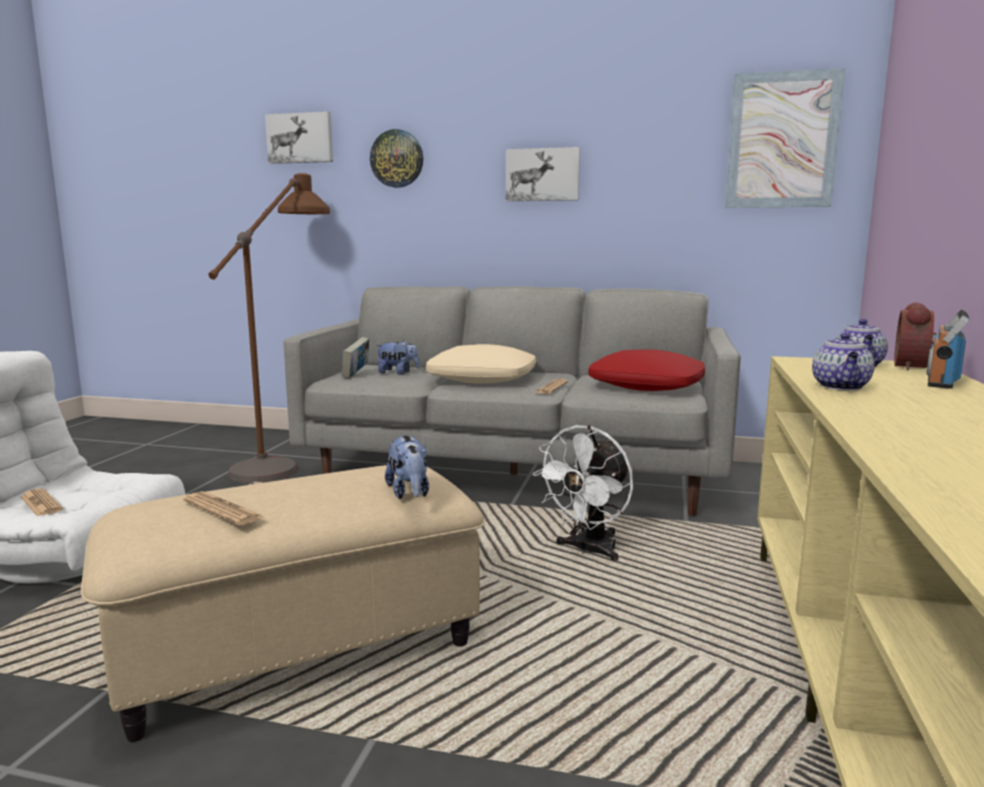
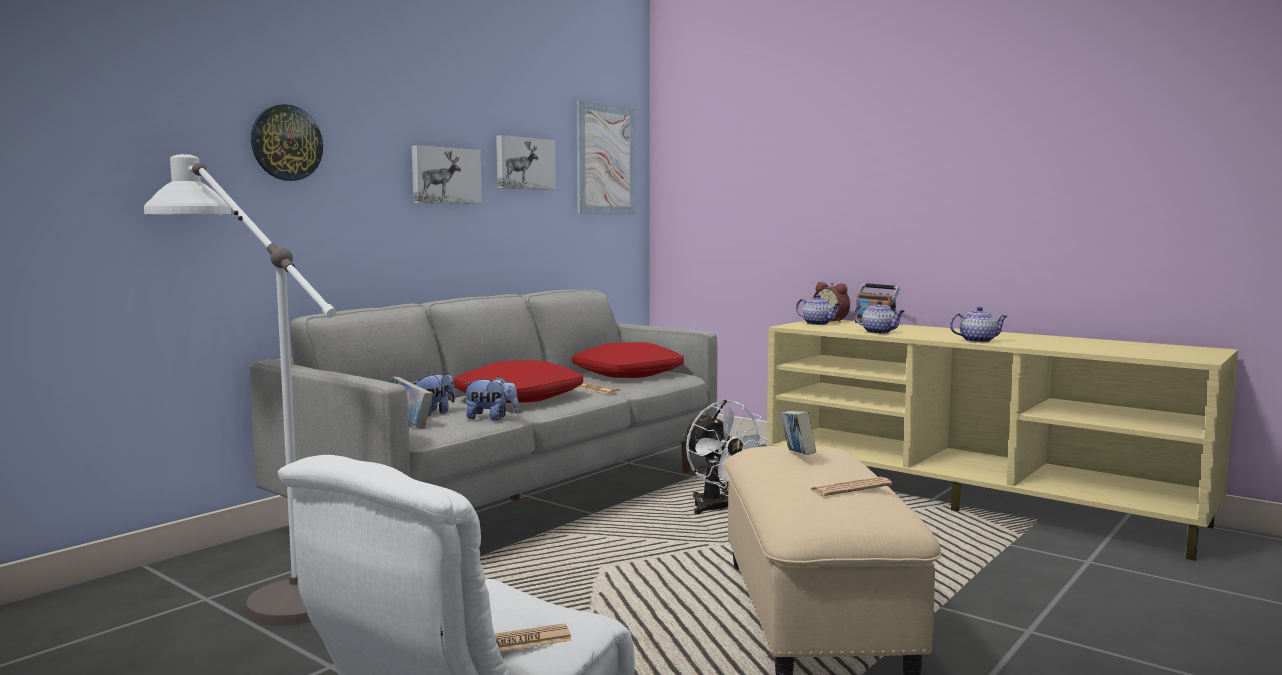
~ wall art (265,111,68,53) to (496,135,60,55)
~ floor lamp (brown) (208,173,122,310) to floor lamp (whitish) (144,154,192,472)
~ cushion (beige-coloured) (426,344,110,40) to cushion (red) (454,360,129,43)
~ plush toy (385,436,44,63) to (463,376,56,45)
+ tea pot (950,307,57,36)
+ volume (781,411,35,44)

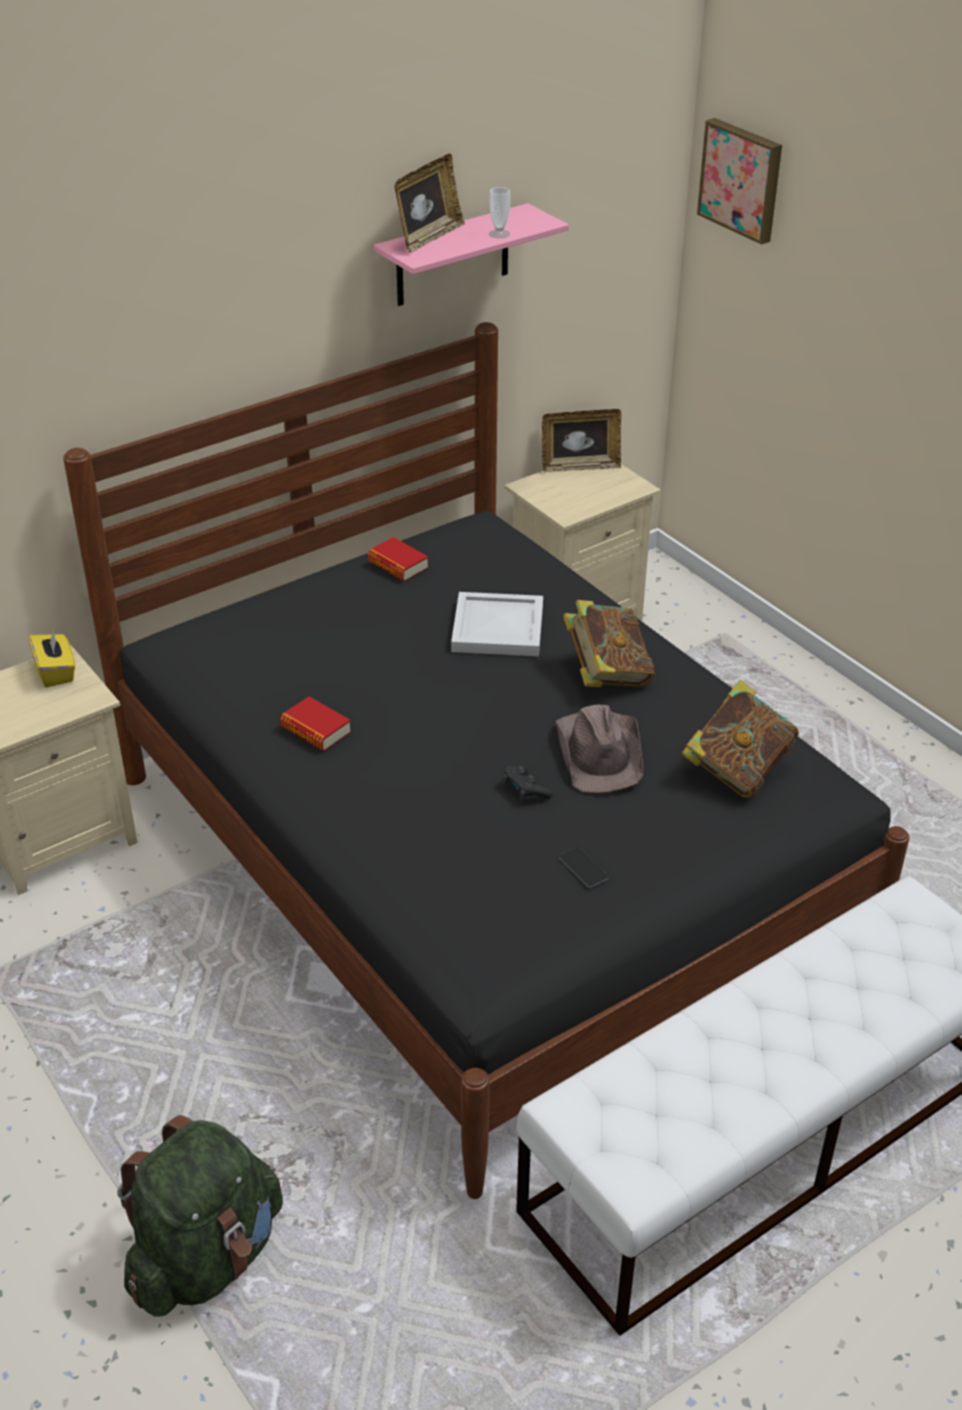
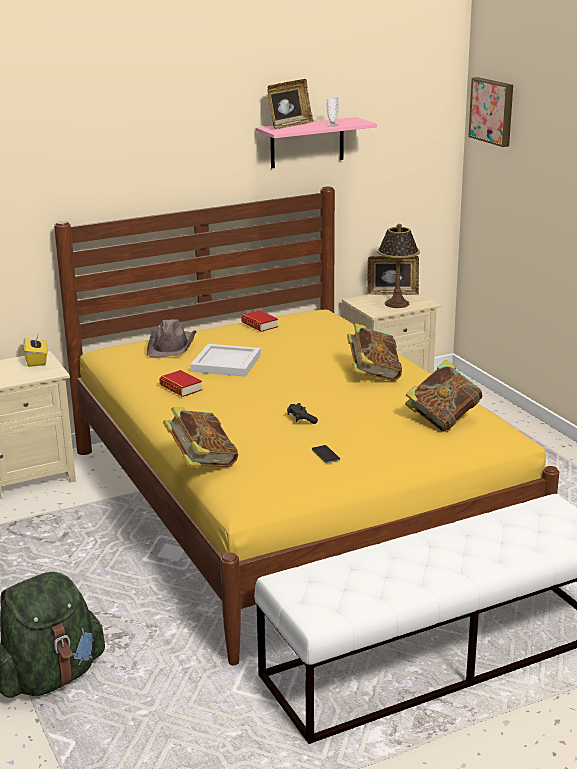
~ bed (black-coloured) (63,322,846,877) to bed (yellow-coloured) (54,186,505,479)
~ carrying tray (whitish) (451,592,92,64) to (190,344,71,33)
~ clothing hat (brown) (556,705,87,88) to (147,319,50,38)
+ lamp for a table (377,224,43,84)
+ volume (163,407,75,61)

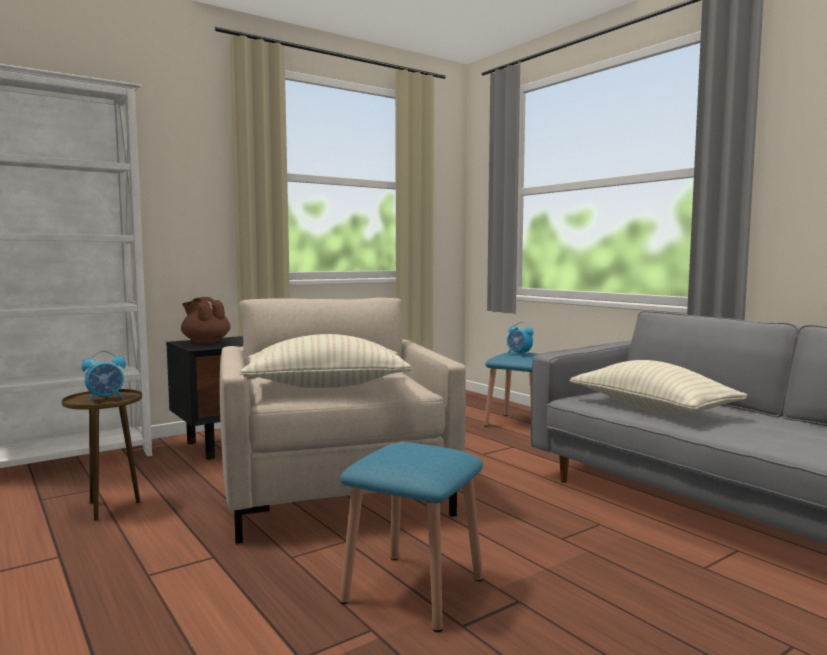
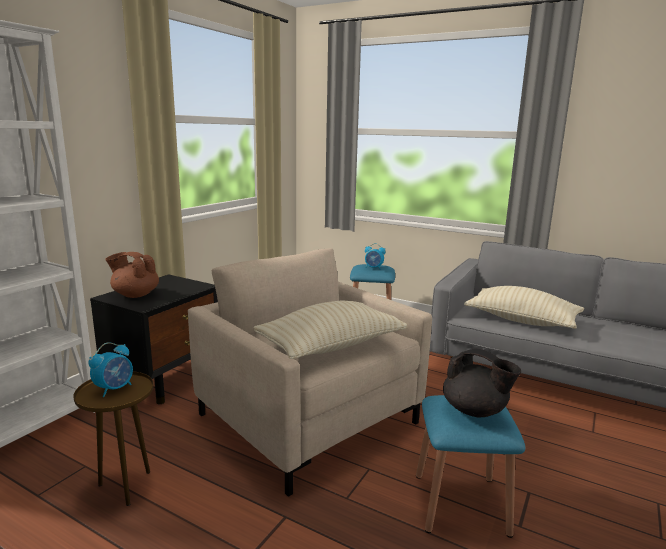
+ tea pot (black-coloured) (443,348,78,69)

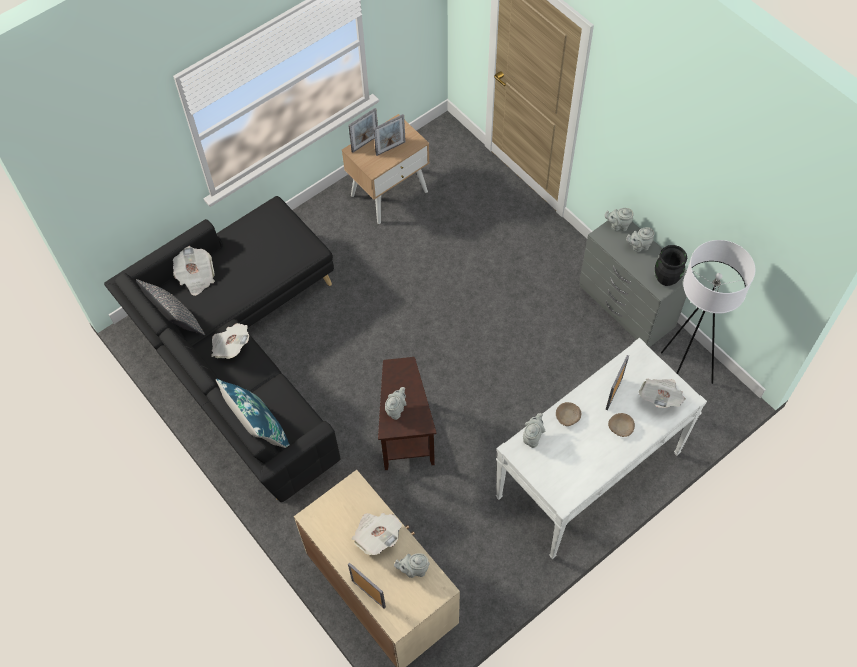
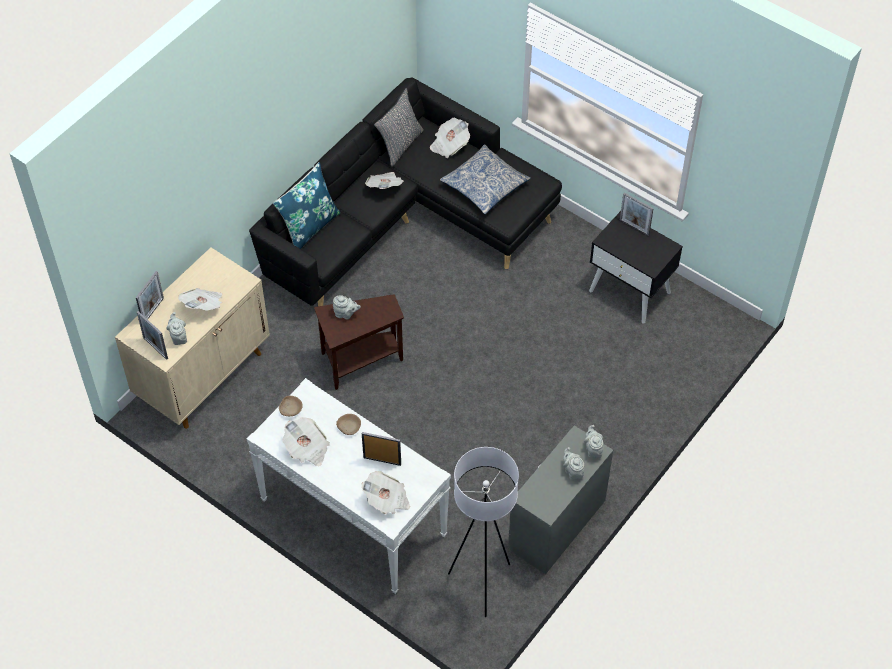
~ night table (beige-coloured) (342,114,88,110) to night table (black-coloured) (589,211,94,113)
~ picture frame (373,114,33,42) to (137,311,31,49)
- flower vase (black-coloured) (655,245,32,41)
- tea pot (greyish) (523,413,22,35)
~ deep dish (beige-coloured) (608,413,27,24) to (279,396,24,20)
+ cushion (440,144,91,70)
+ daily paper (282,417,48,49)

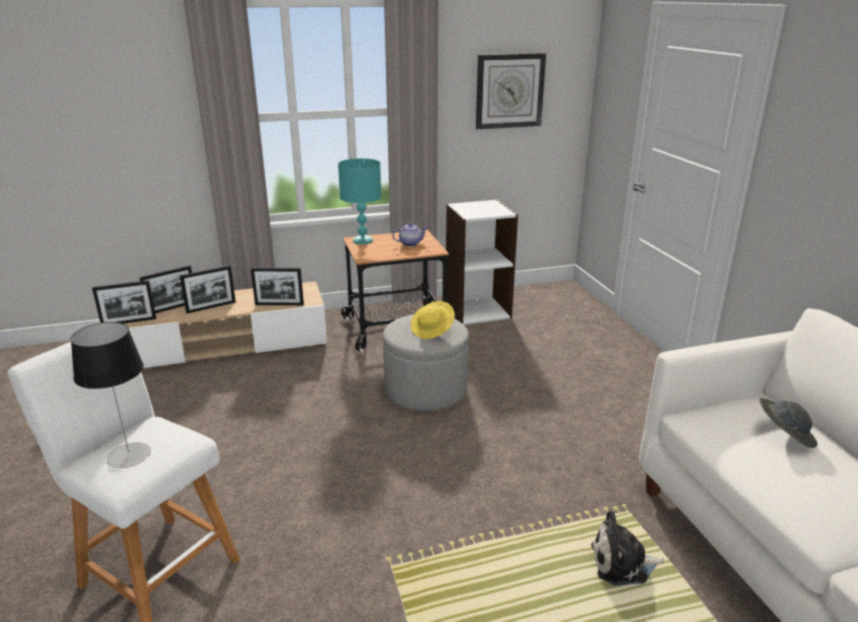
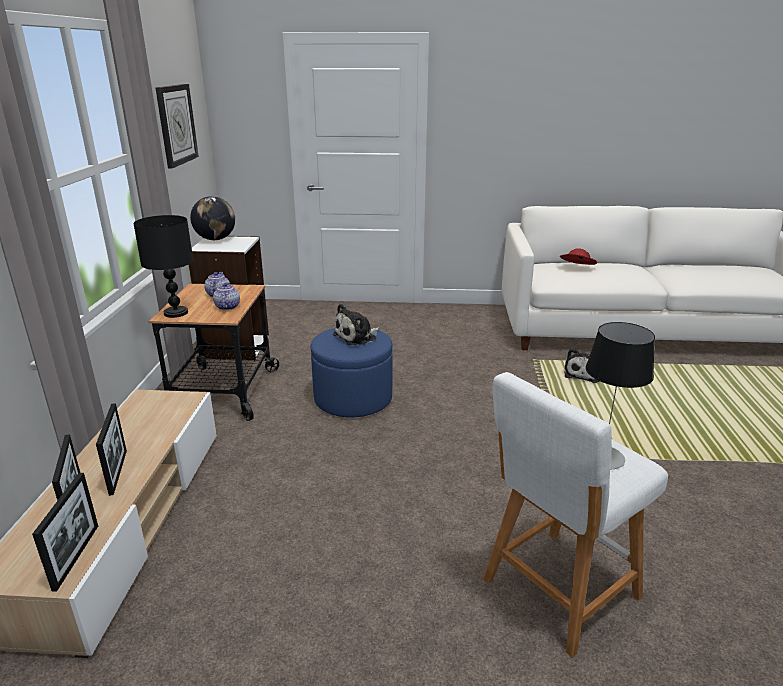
~ lamp for a table (blue-green) (338,158,43,86) to lamp for a table (black-coloured) (133,215,60,103)
- picture frame (251,268,53,37)
~ clothing hat (yellow-coloured) (411,301,44,38) to plush toy (333,304,46,42)
~ pouffe (greyish) (383,315,86,96) to pouffe (blue-coloured) (311,328,81,89)
~ clothing hat (greyish) (759,398,58,50) to clothing hat (red) (560,248,37,17)
+ globe (190,196,45,44)
+ tea pot (213,283,27,27)

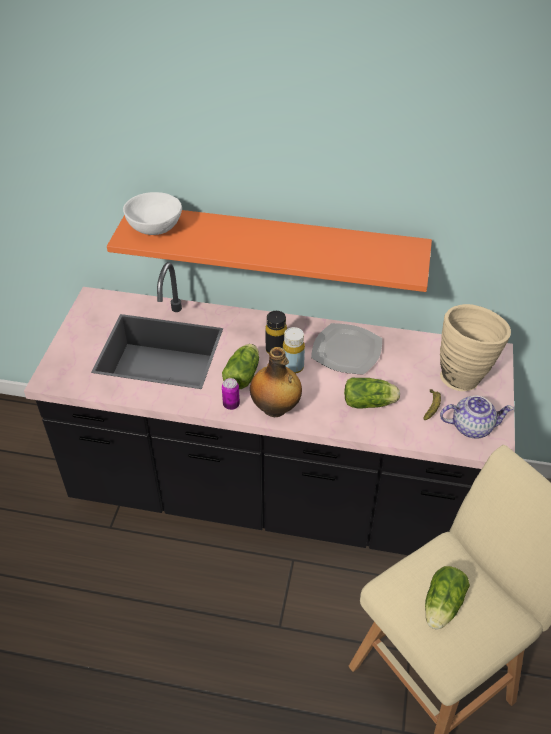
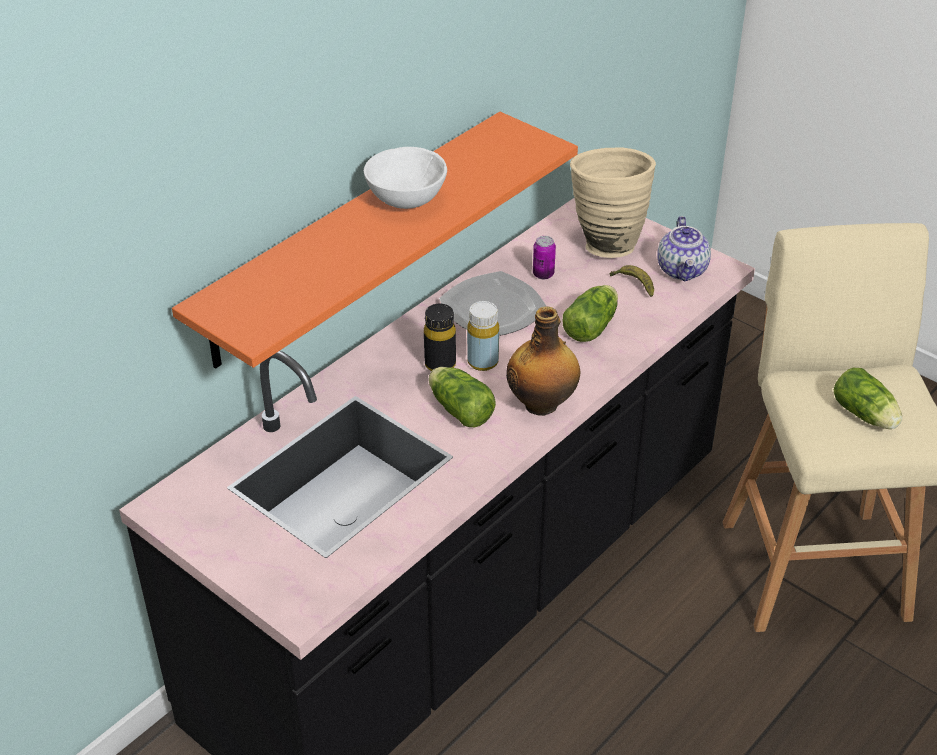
~ deep dish (whitish) (123,192,59,43) to (364,147,83,62)
~ metal can (222,378,18,32) to (533,236,23,43)
~ tea pot (440,396,74,42) = (657,216,54,66) 150 degrees clockwise

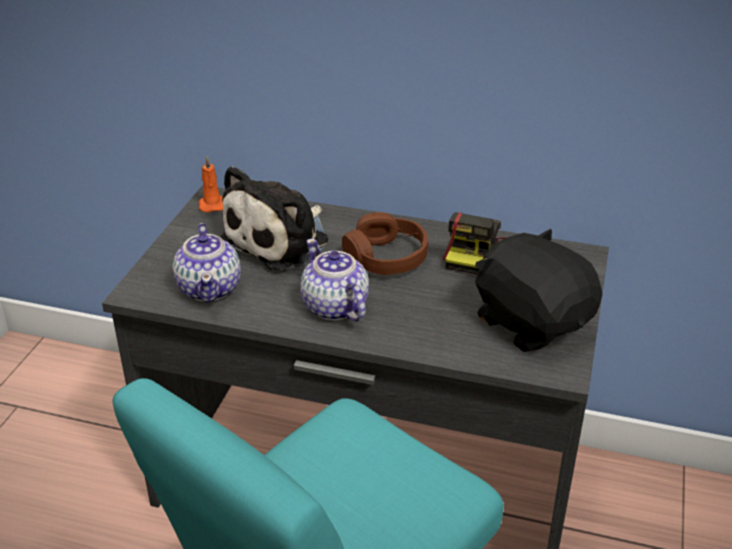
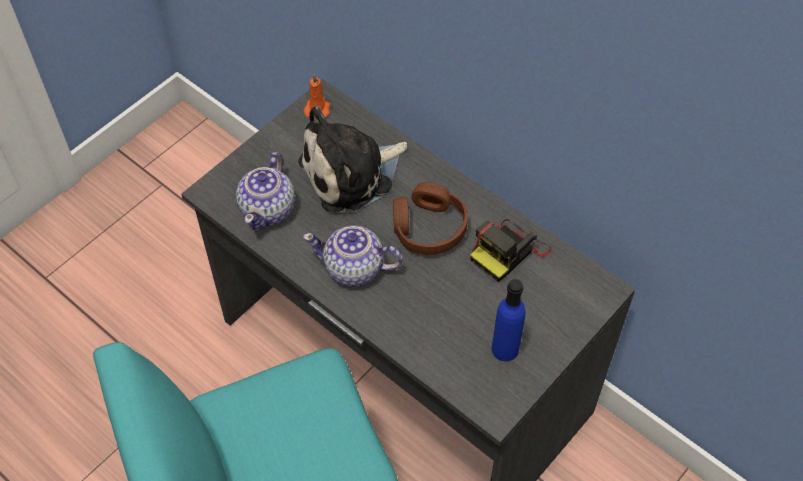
~ plush toy (black-coloured) (475,229,127,123) to bottle (blue-coloured) (492,279,33,83)
~ tea pot (300,239,69,82) = (303,225,100,62) 75 degrees counterclockwise

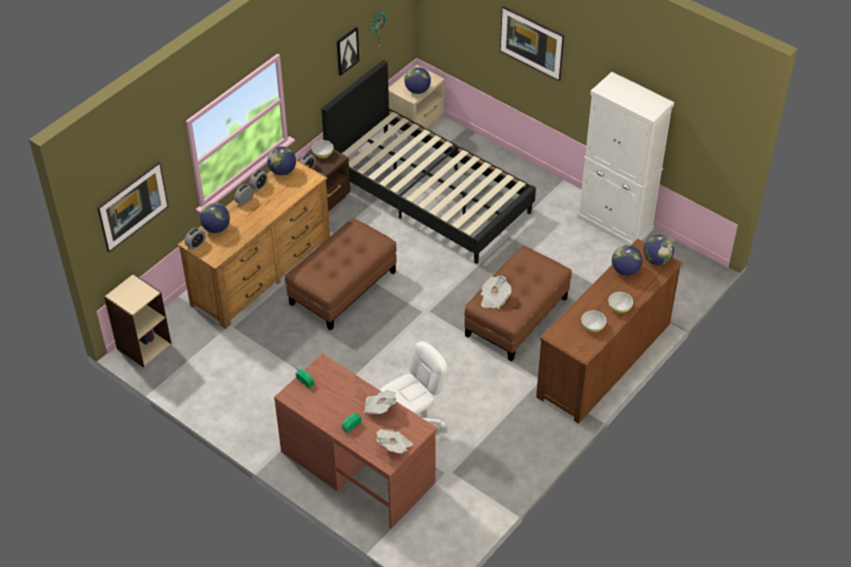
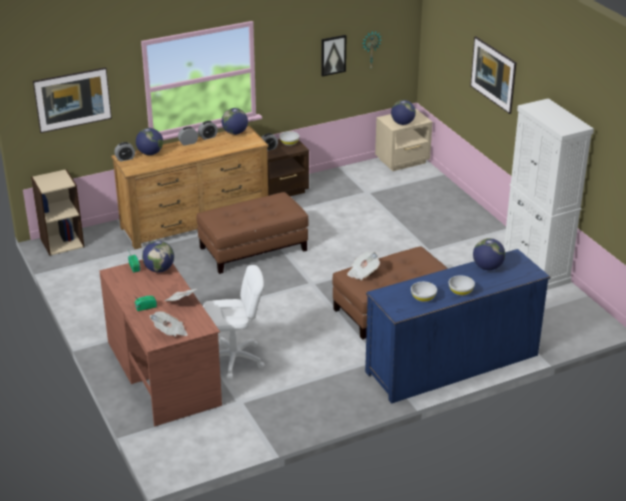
- bed (black-coloured) (321,60,215,204)
~ globe (643,235,31,30) to (142,241,32,32)
~ drawer chest (brown) (536,239,147,185) to drawer chest (blue-coloured) (365,249,185,155)

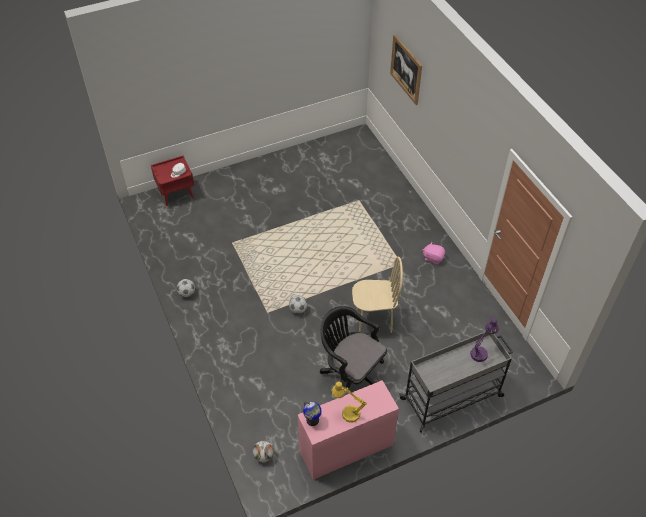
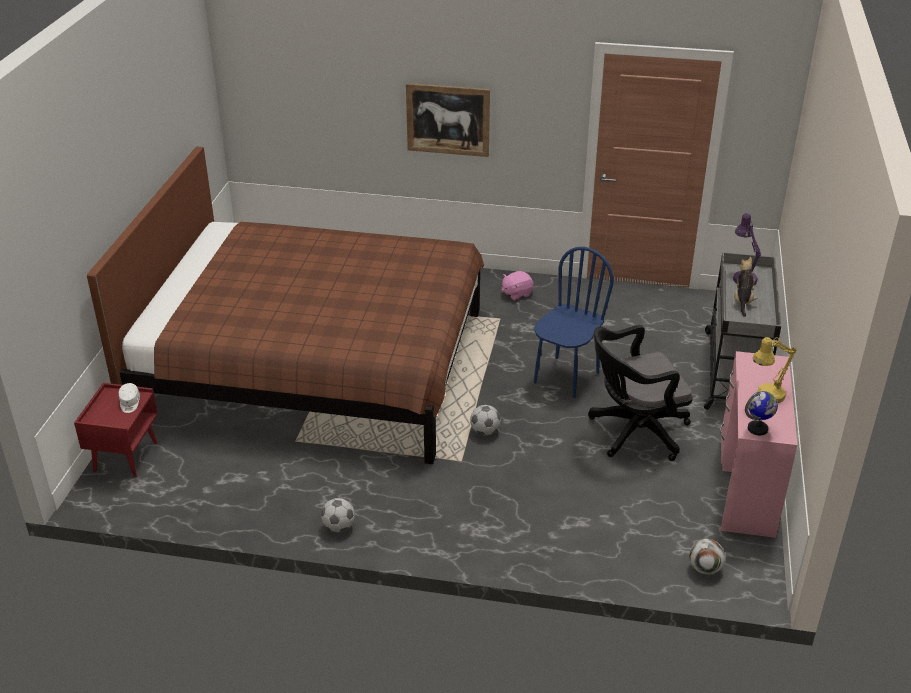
~ wall art (390,35,32,70) to (406,83,84,74)
~ chair (beige-coloured) (352,257,51,76) to chair (blue-coloured) (534,247,80,151)
+ bed (brown) (87,147,397,317)
+ plush toy (734,257,24,60)

